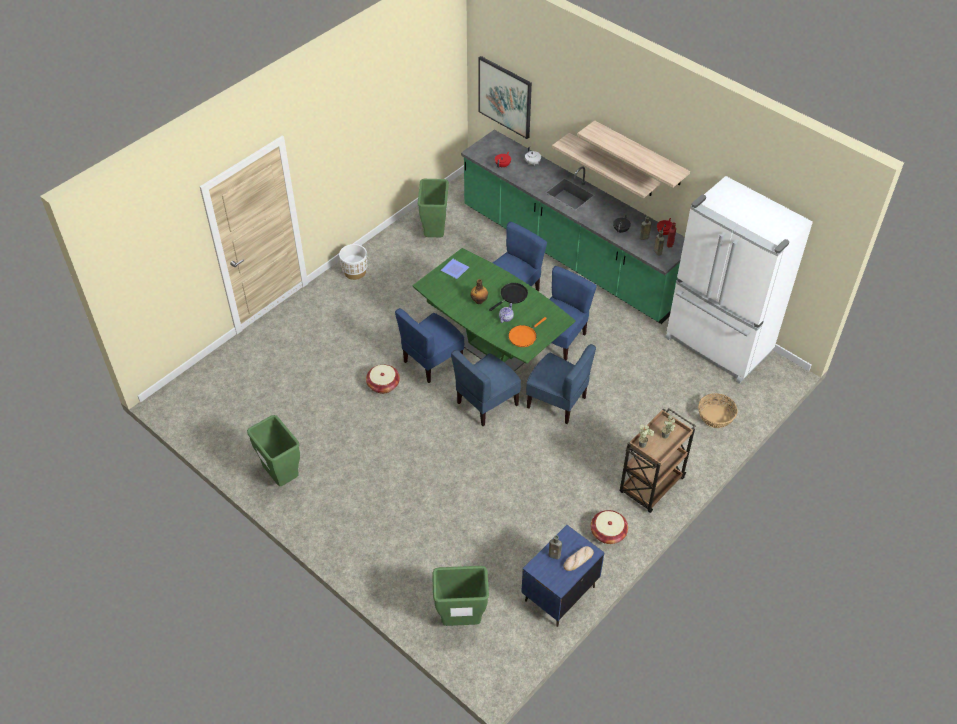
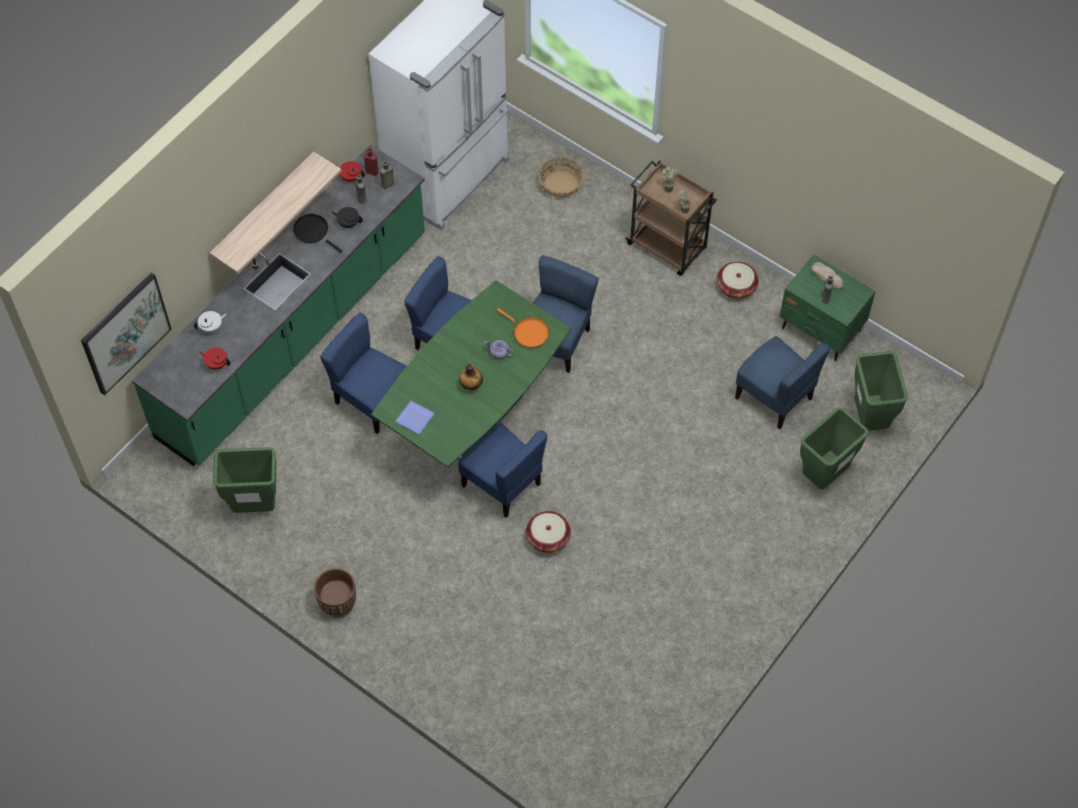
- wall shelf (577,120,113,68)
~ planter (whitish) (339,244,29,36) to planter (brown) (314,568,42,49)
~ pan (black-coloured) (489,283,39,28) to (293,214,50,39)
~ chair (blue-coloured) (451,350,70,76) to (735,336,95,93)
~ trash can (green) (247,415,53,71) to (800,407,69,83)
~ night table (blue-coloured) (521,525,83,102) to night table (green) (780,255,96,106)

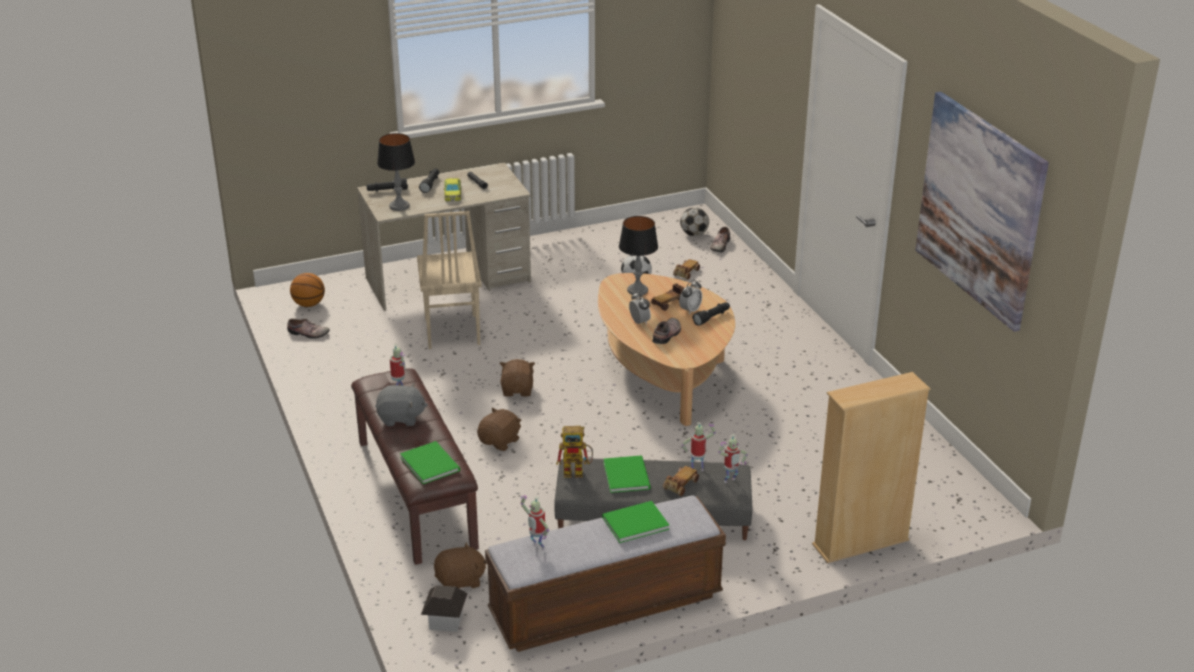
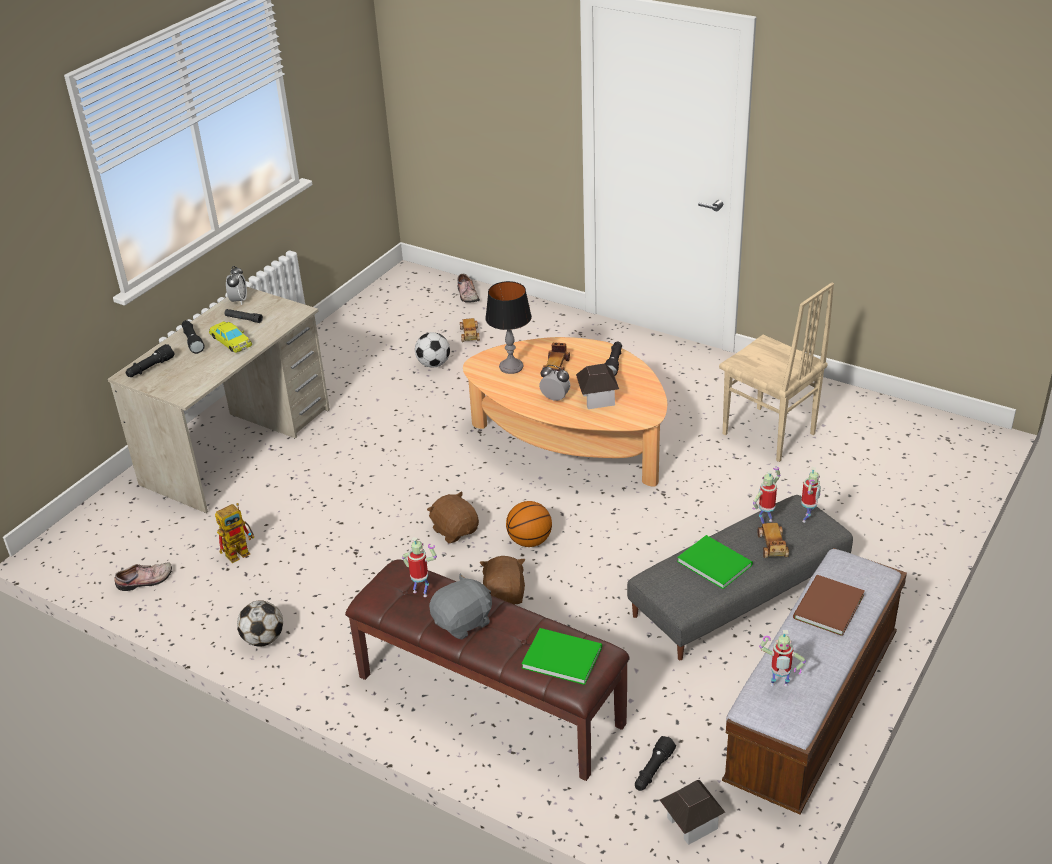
- wall art (915,92,134,240)
- lamp for a table (377,133,38,78)
~ ball for football (680,207,29,29) to (237,600,46,47)
~ chair (beige-coloured) (417,211,65,138) to (719,283,115,179)
~ basketball (290,273,35,34) to (506,501,46,46)
~ bedside clock (679,280,23,35) to (226,266,21,39)
~ item of footwear (652,318,29,26) to model house (576,363,43,46)
- shelving unit (beige-coloured) (812,372,118,191)
~ robot figure (556,426,37,52) to (215,503,39,60)
~ volume (green) (602,501,67,42) to volume (brown) (793,575,72,61)
~ plush toy (brown) (434,542,53,46) to torch (black-coloured) (635,736,41,55)

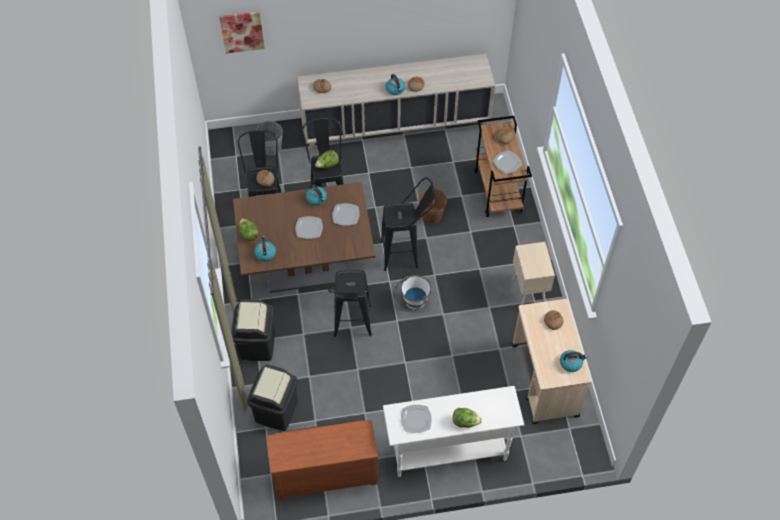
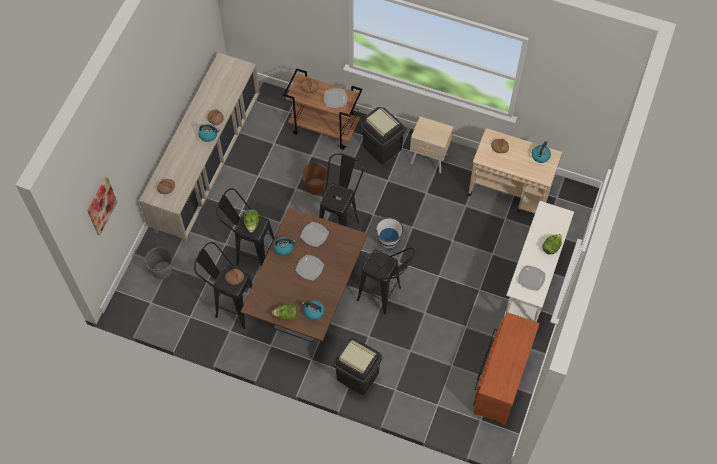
~ trash can (black-coloured) (247,365,51,66) to (361,107,44,57)

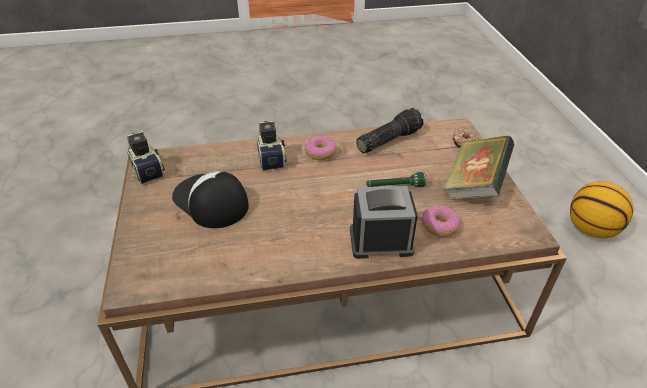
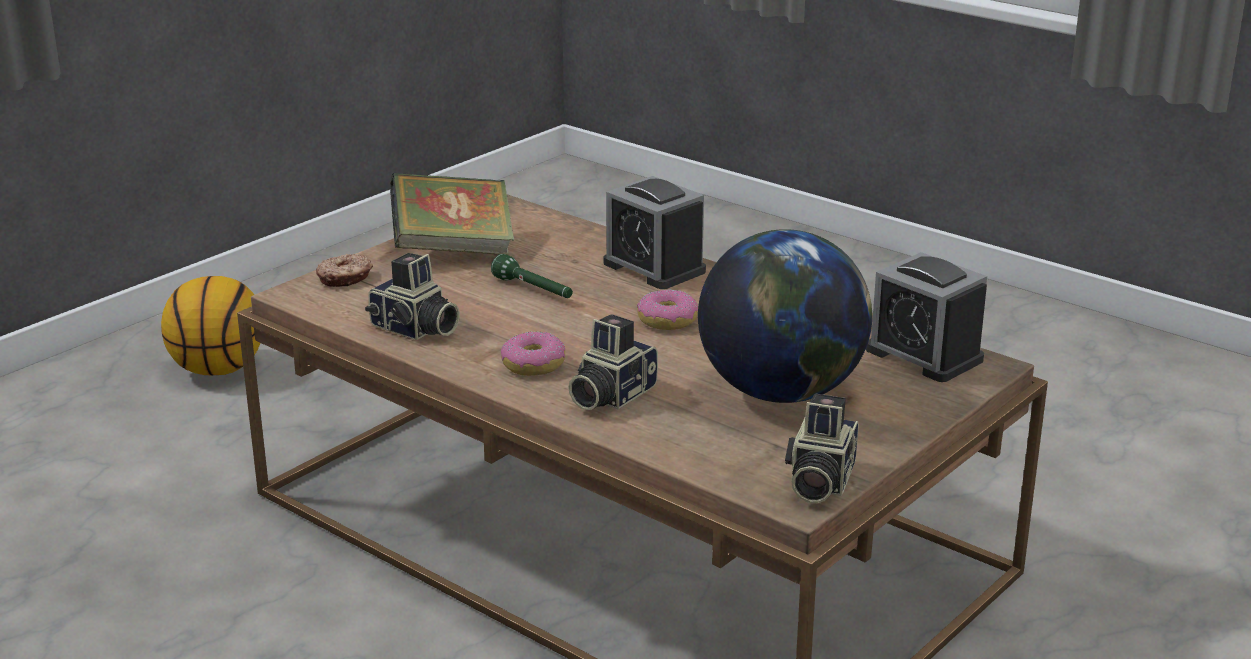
~ torch (356,108,67,45) to still camera (365,253,95,87)
~ baseball cap (172,171,77,57) to globe (698,229,174,174)
~ donut (422,205,38,32) to (637,289,61,41)
+ bedside clock (866,252,121,130)

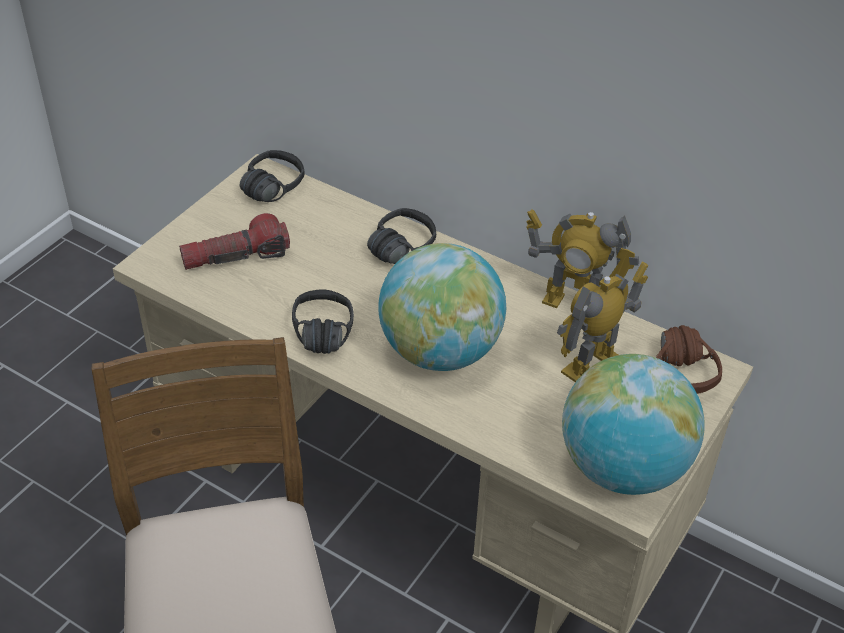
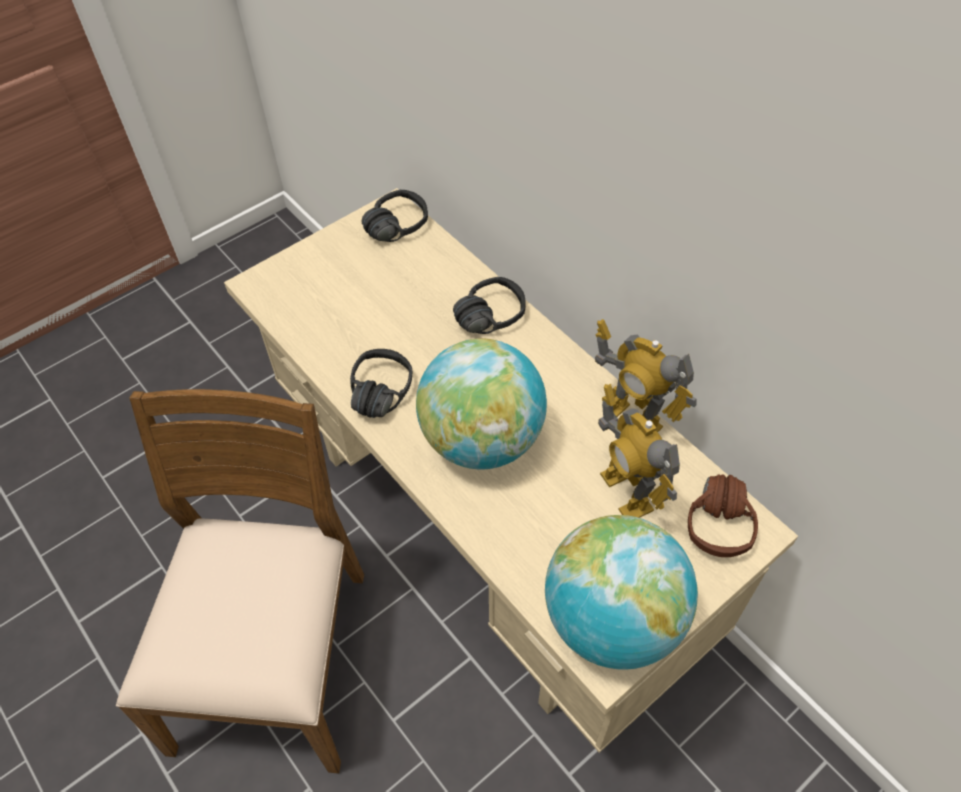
- torch (179,213,111,57)
~ robot figure (557,262,91,120) = (598,384,82,134) 90 degrees counterclockwise

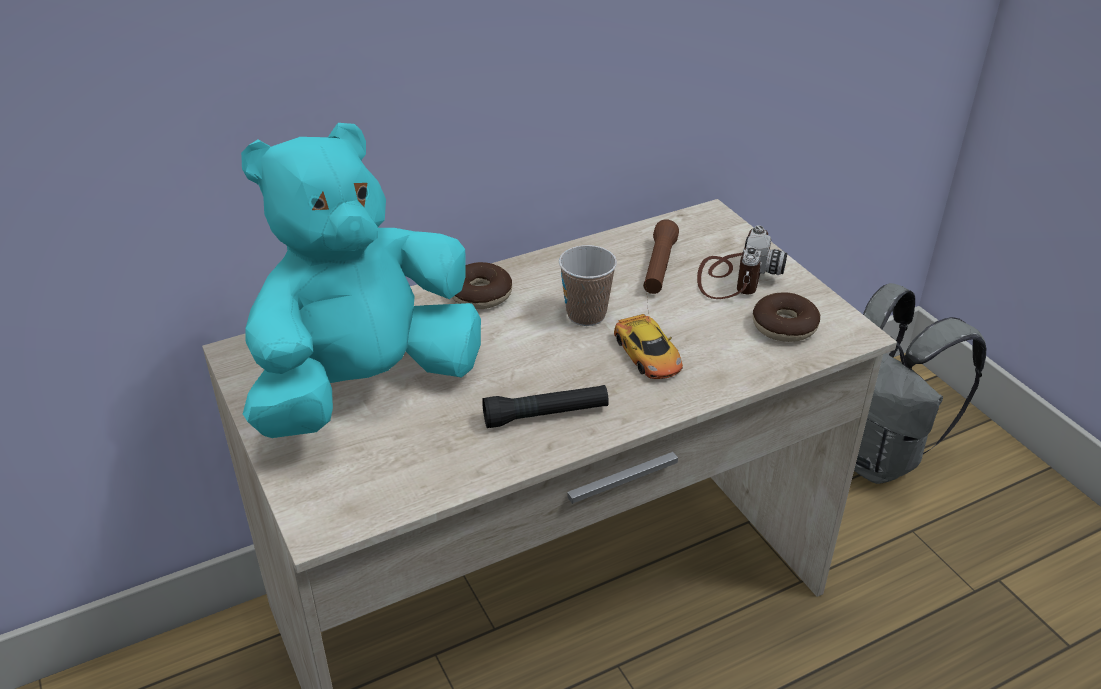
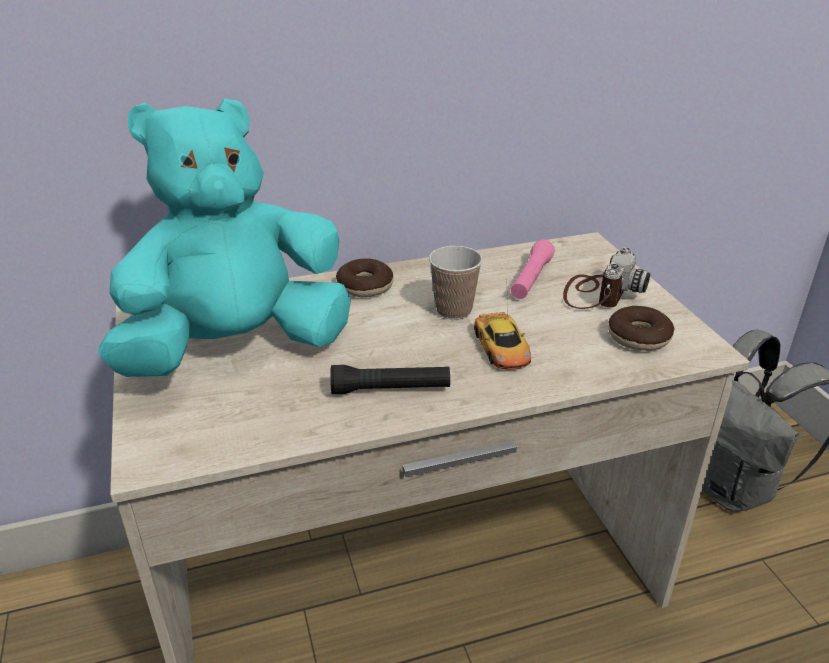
~ torch (brown) (643,220,36,74) to torch (pinkish) (511,240,44,59)

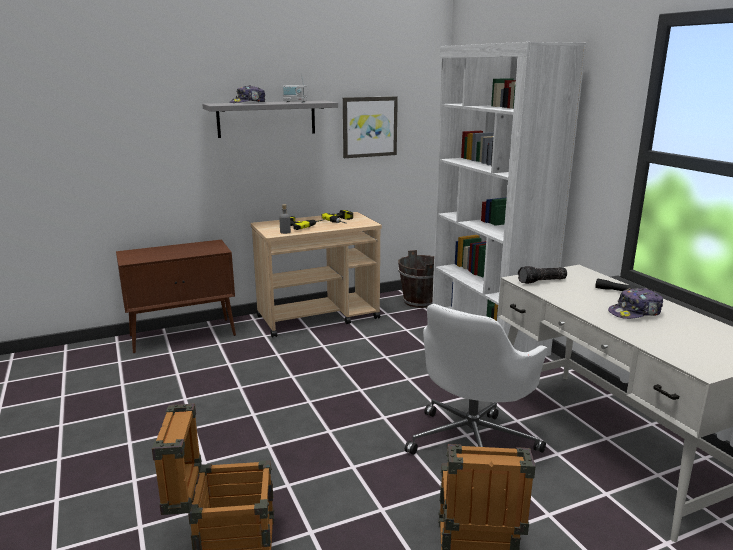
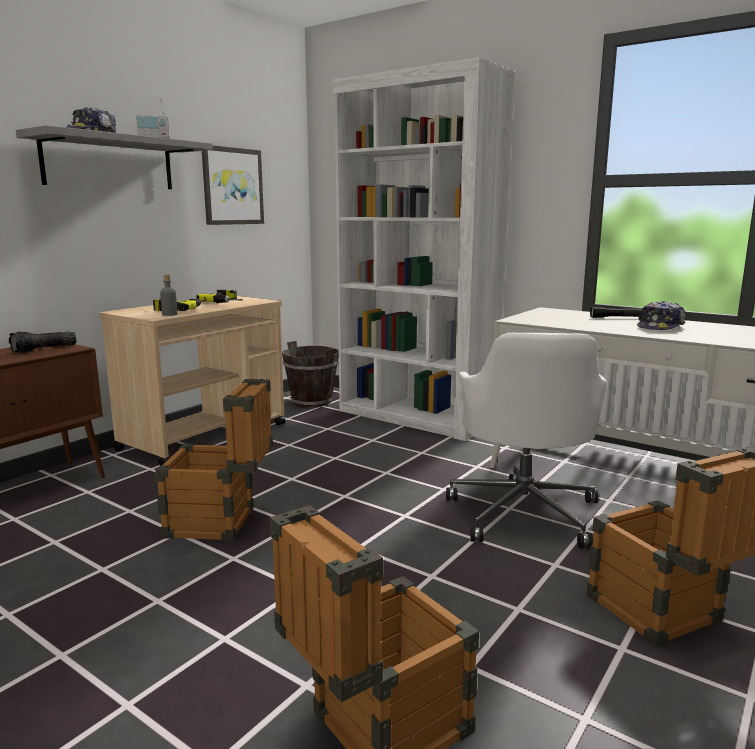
~ torch (518,266,49,18) to (9,331,67,22)
+ crate (155,379,118,162)

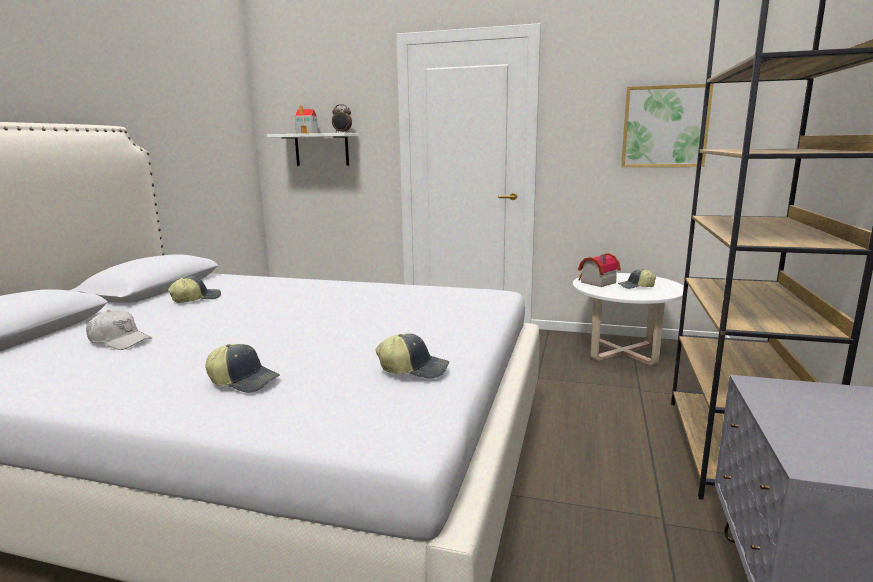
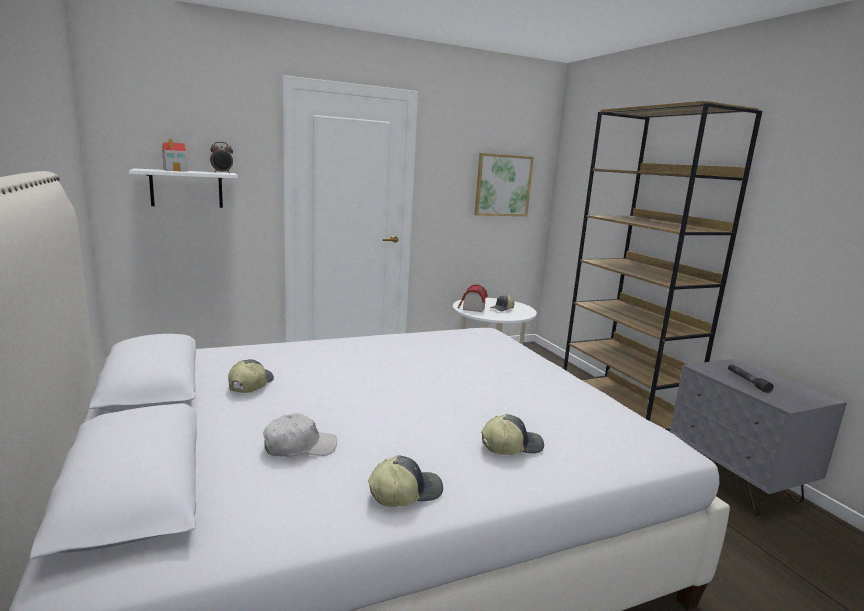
~ baseball cap (376,333,73,45) to (368,455,75,52)
+ torch (greyish) (728,364,46,29)

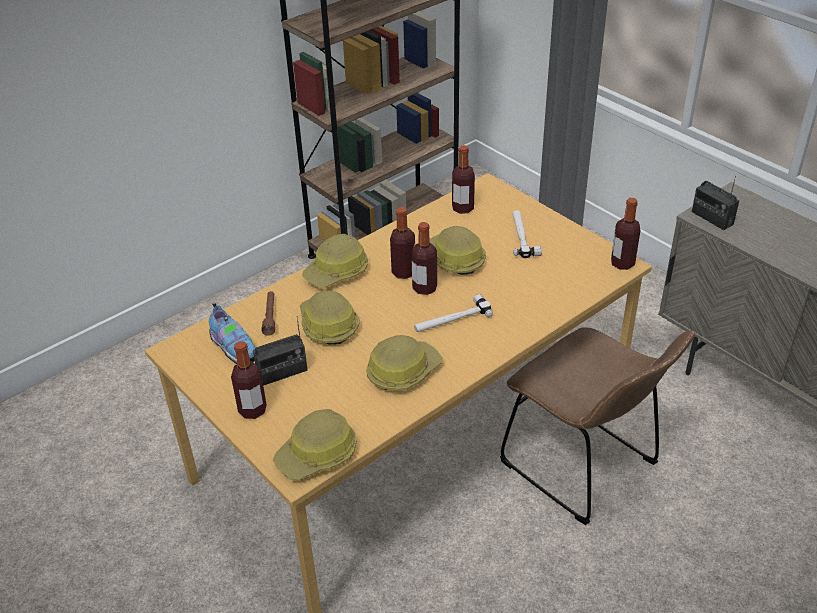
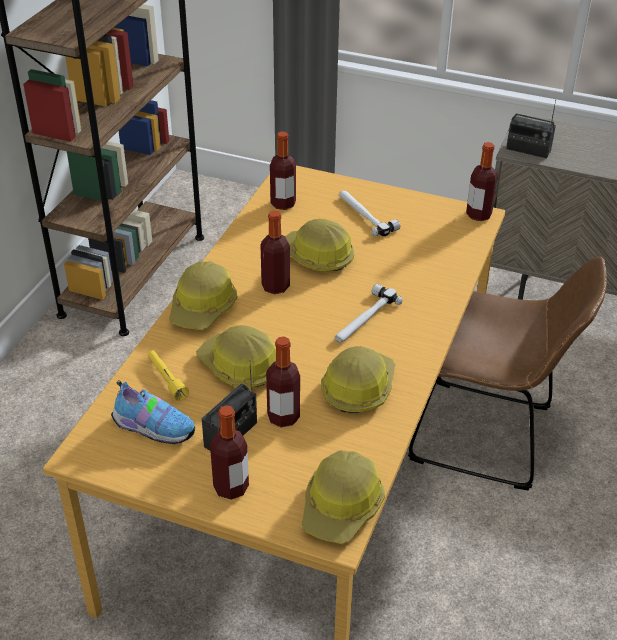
~ bottle (411,222,26,73) to (266,336,34,91)
~ torch (brown) (261,291,14,45) to torch (yellow-coloured) (148,350,41,51)

